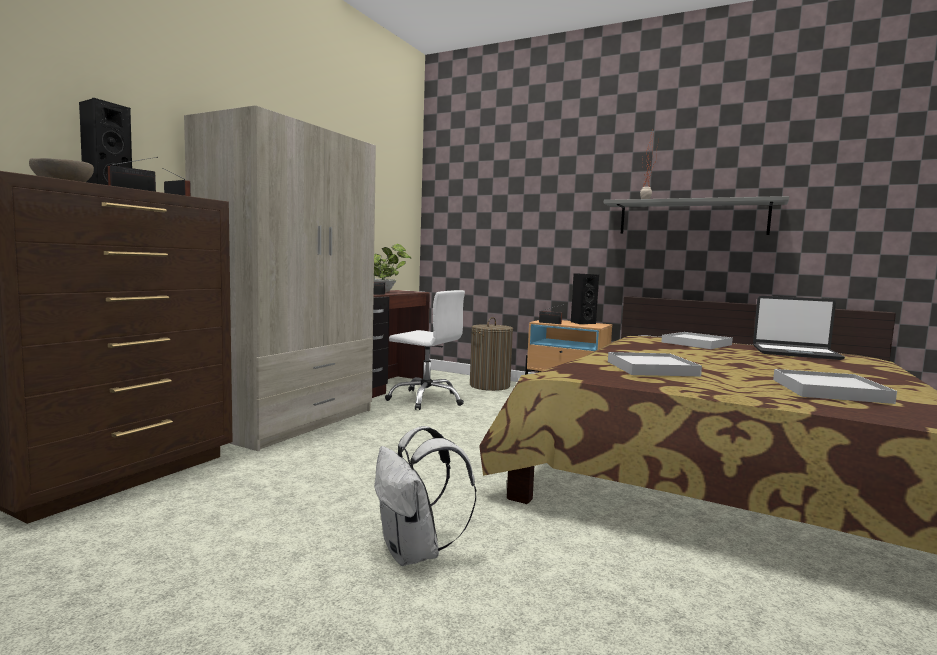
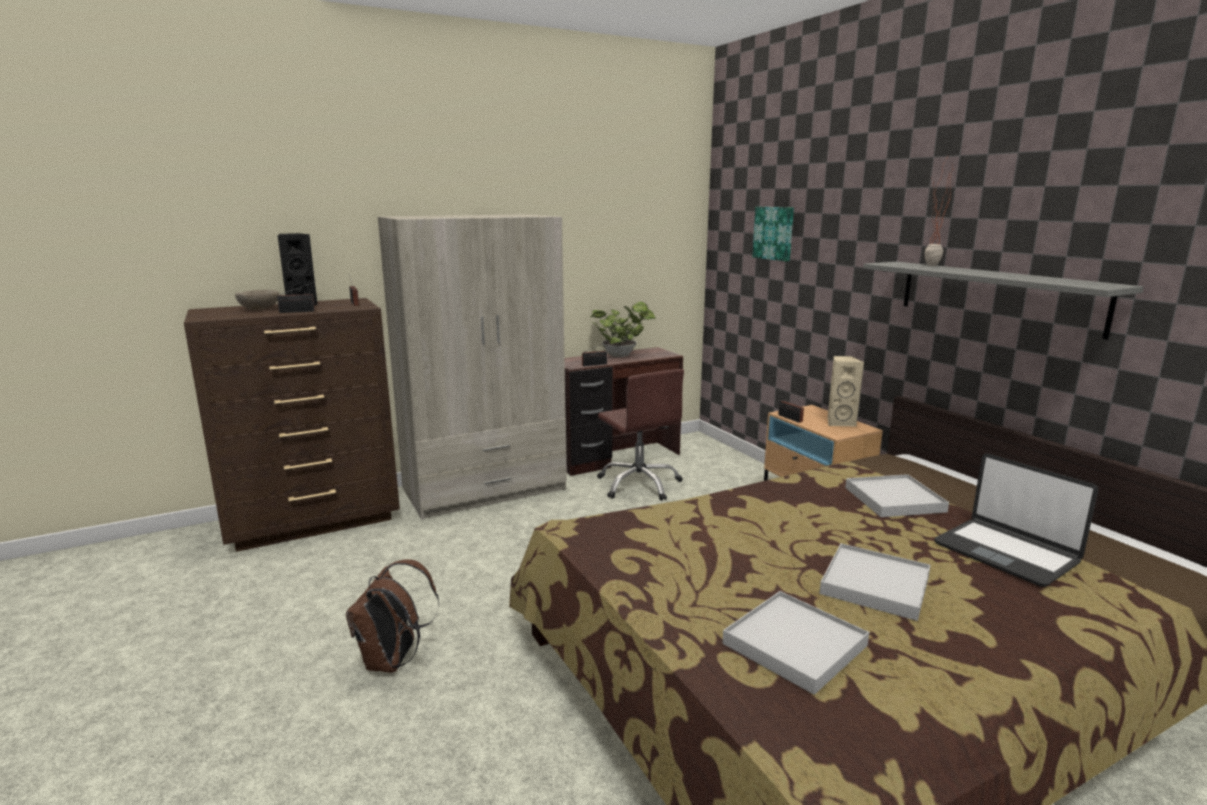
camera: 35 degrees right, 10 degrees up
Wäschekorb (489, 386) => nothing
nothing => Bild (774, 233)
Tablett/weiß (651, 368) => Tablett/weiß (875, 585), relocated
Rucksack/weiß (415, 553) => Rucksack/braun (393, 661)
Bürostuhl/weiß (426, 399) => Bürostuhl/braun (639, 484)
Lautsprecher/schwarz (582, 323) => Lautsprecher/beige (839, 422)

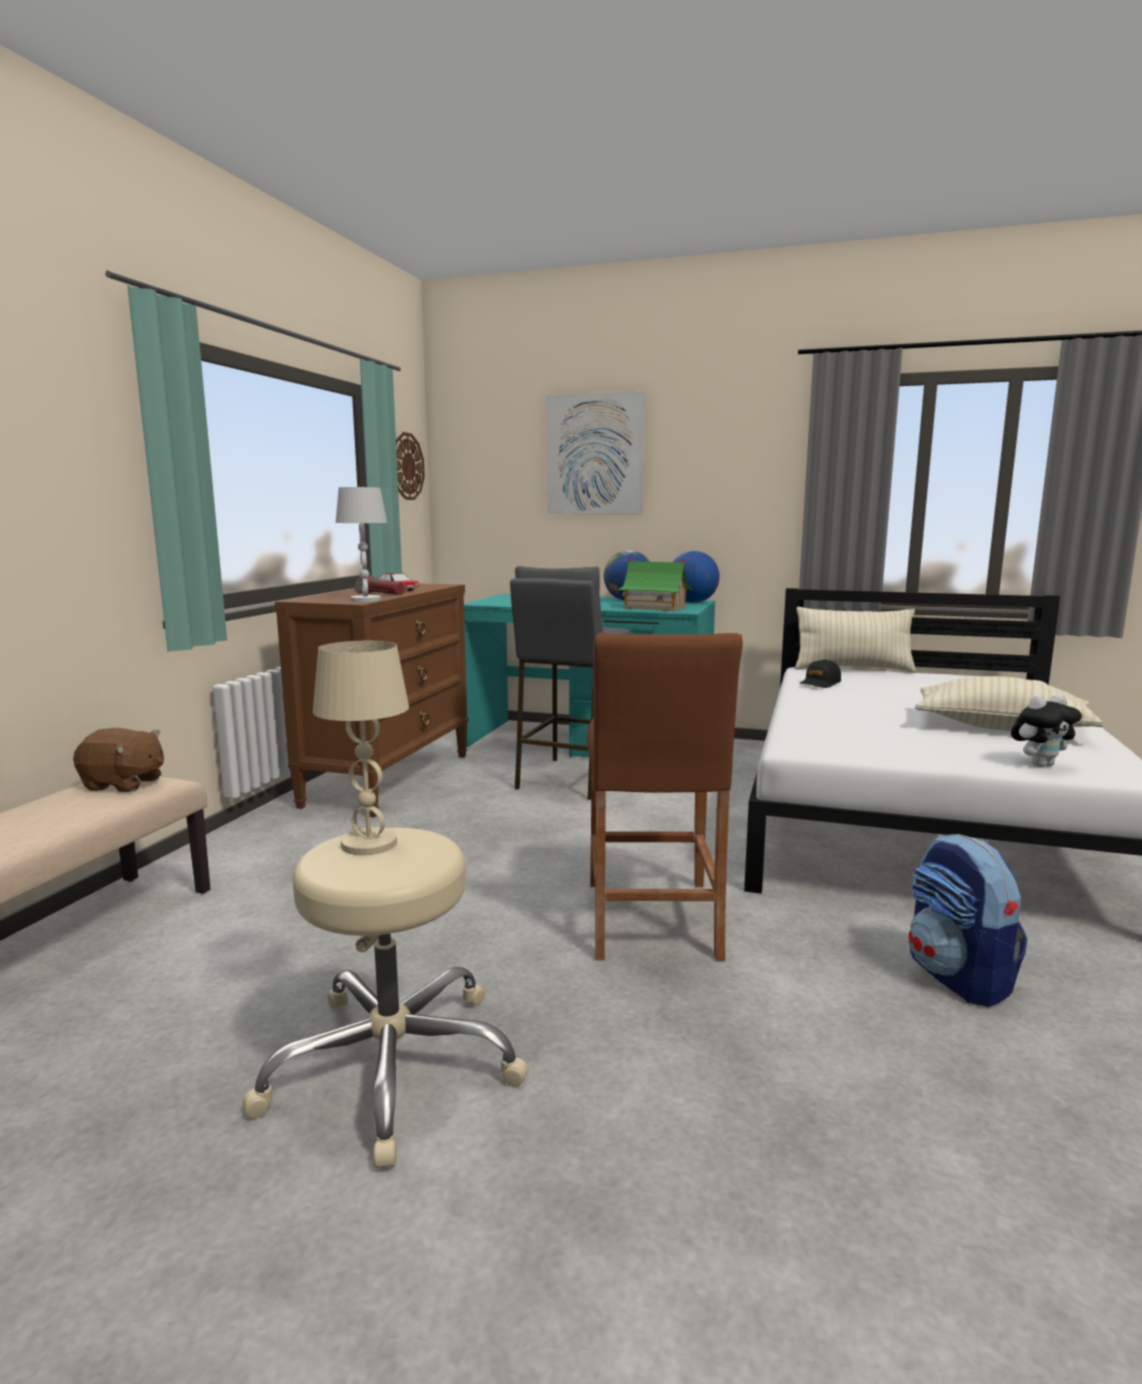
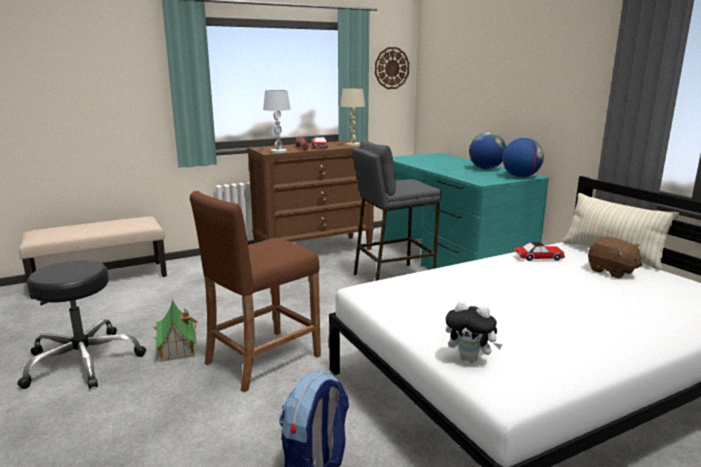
camera: 45 degrees right, 5 degrees up
Bild (594, 454) => nothing
Kissen/beige (1000, 728) => nothing
Plüschtier/braun (124, 784) => Plüschtier/braun (611, 271), relocated
Tischlampe/beige (370, 844) => Tischlampe/beige (352, 145), relocated
Spielzeughaus (654, 607) => Spielzeughaus (177, 346), relocated
Kappe/schwarz (820, 683) => Spielzeugauto (538, 257)
Hocker/beige (393, 1065) => Hocker/schwarz (83, 361)

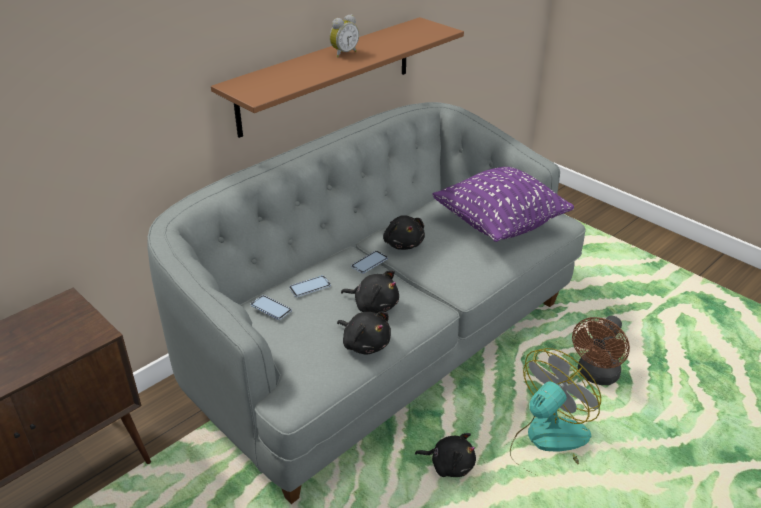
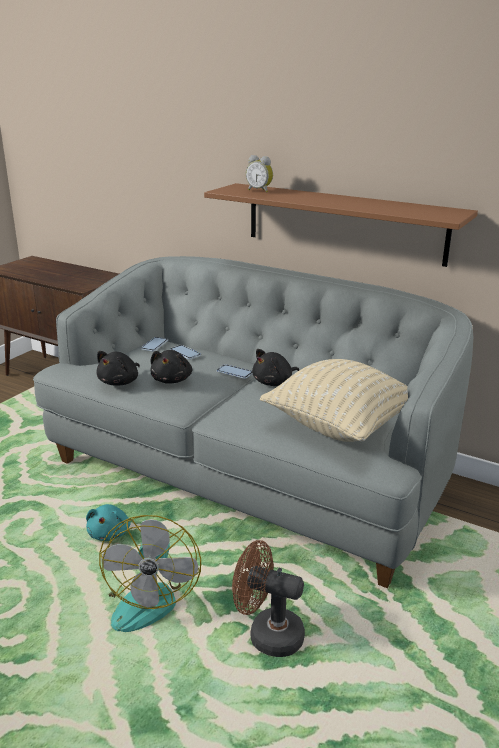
camera: 75 degrees right, 10 degrees down
Wecker (343, 53) => Wecker (260, 190), relocated
Plüschtier/schwarz (449, 465) => Plüschtier/türkis (110, 533)
Kissen/lila (499, 225) => Kissen/beige (340, 425)
Ventilator (548, 443) => Ventilator (147, 597), 60 degrees clockwise

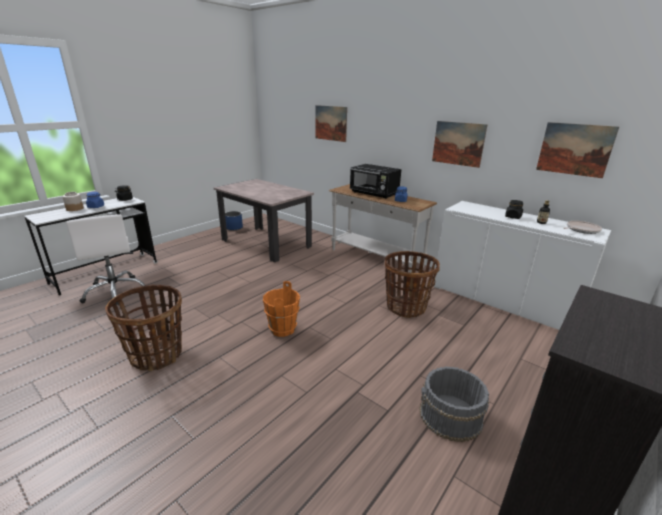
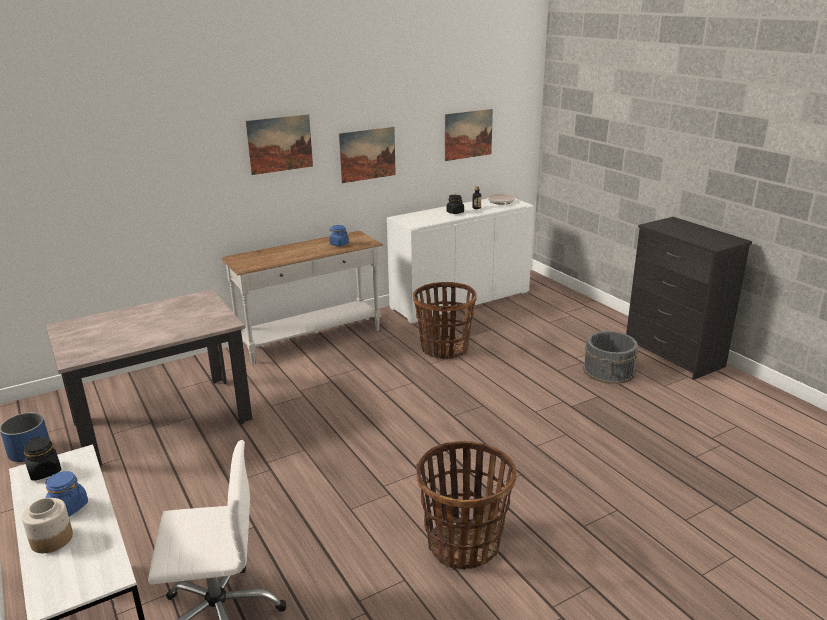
camera: 70 degrees left, 0 degrees up
Eimer/orange (282, 329) => nothing
Mikrowelle/schwarz (374, 194) => nothing
Bild (330, 123) => Bild (280, 144), relocated

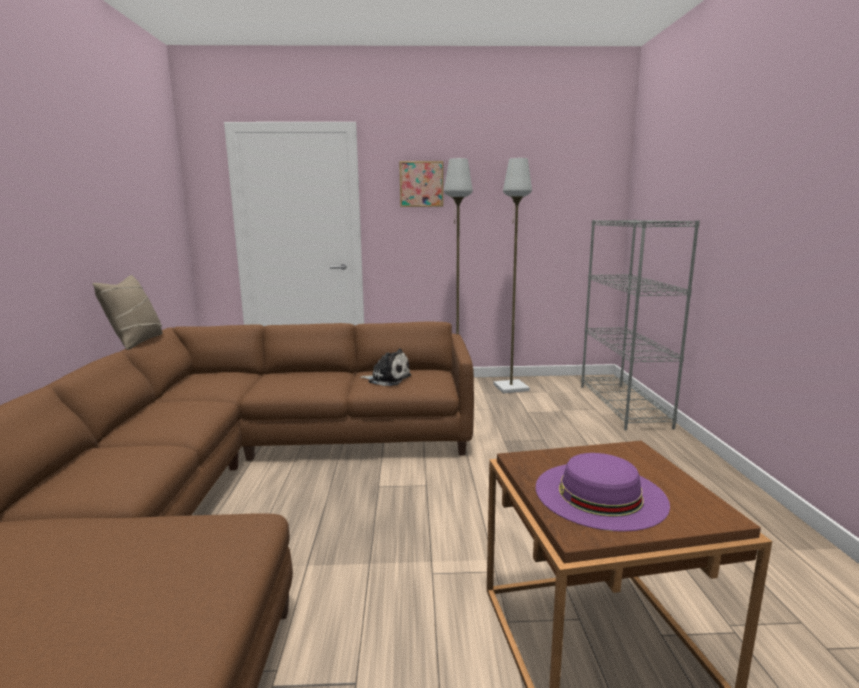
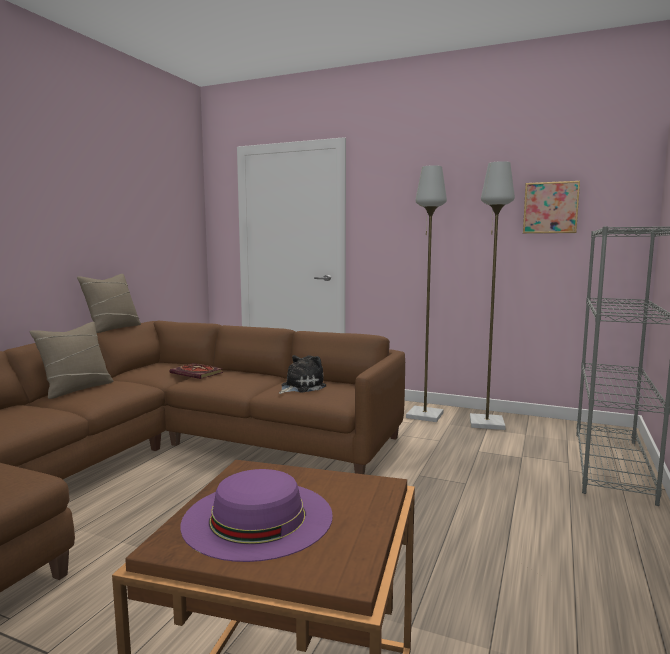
camera: 25 degrees right, 5 degrees down
nothing => Kissen/beige (76, 389)
nothing => Buch (198, 373)
Bild (421, 184) => Bild (550, 208), relocated
Plüschtier (387, 379) => Plüschtier (300, 387), 90 degrees counterclockwise

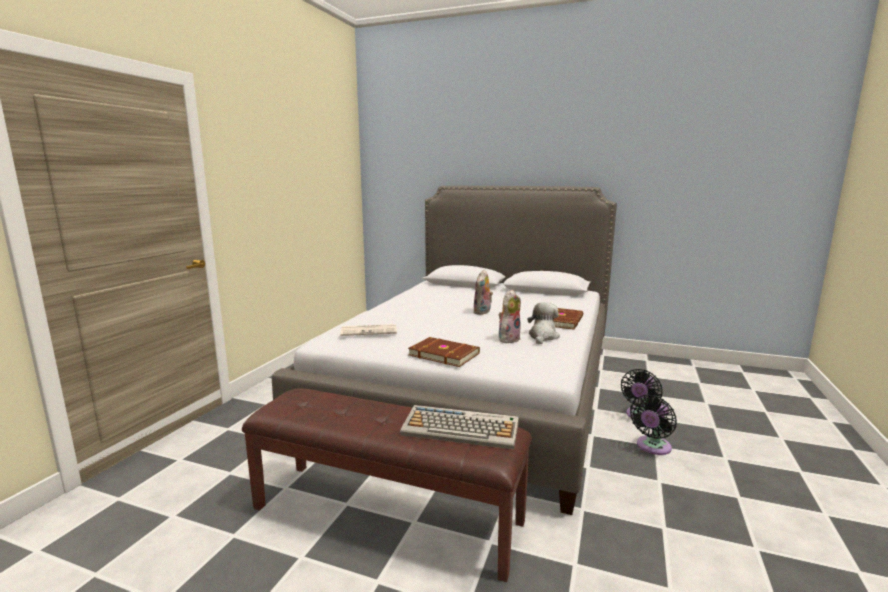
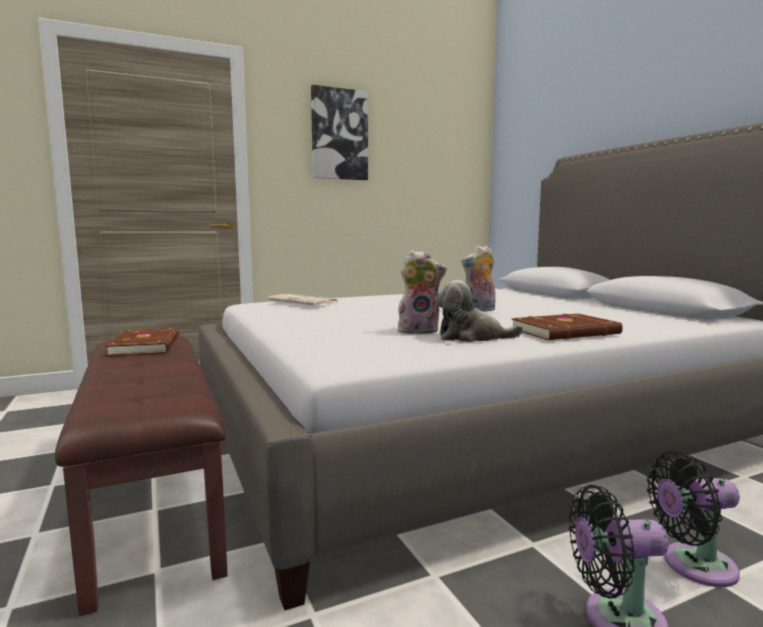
camera: 45 degrees right, 5 degrees down
Tastatur (462, 428) => nothing
nothing => Bild (339, 134)
Buch/braun (444, 354) => Buch/braun (147, 346), relocated
Plüschtier (542, 336) => Plüschtier (471, 337), 150 degrees counterclockwise

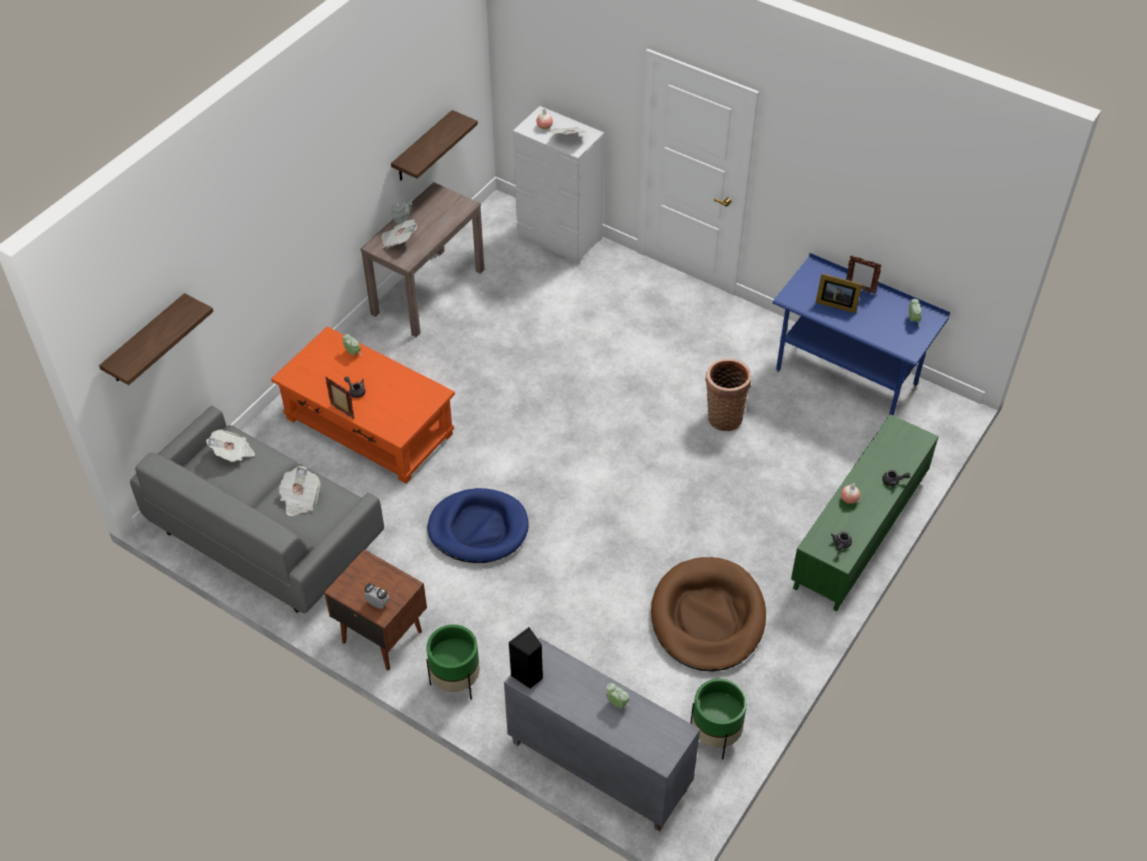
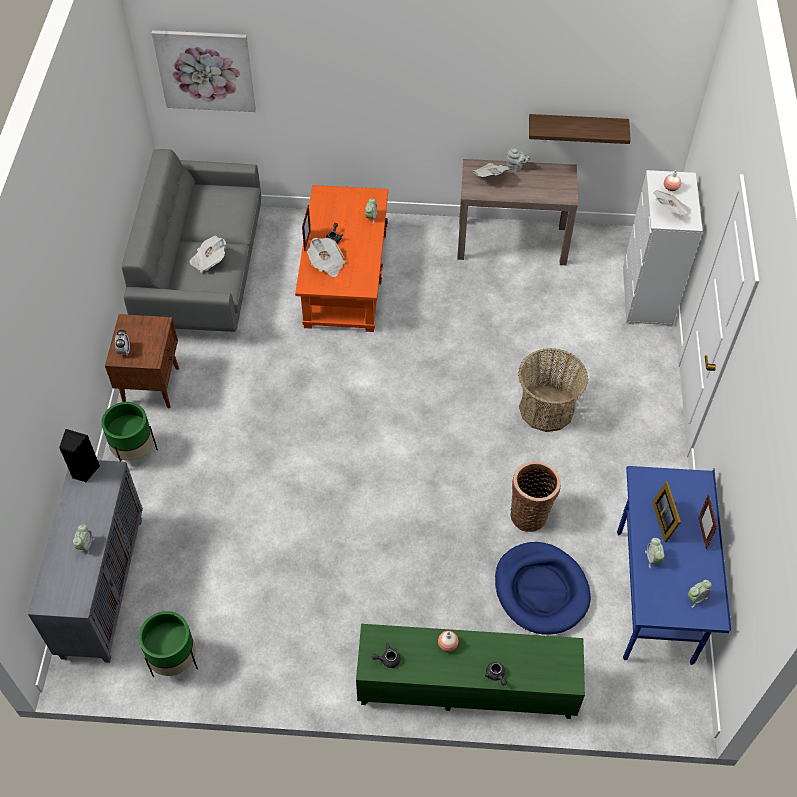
camera: 60 degrees right, 5 degrees up
Hundebett/braun (708, 617) => nothing
nothing => Korb (546, 409)
nothing => Wecker (652, 558)
Zeitung (233, 453) => Zeitung (327, 264), relocated
Hundebett/blau (478, 529) => Hundebett/blau (541, 590), relocated
Wandregal (146, 340) => Bild (205, 70)

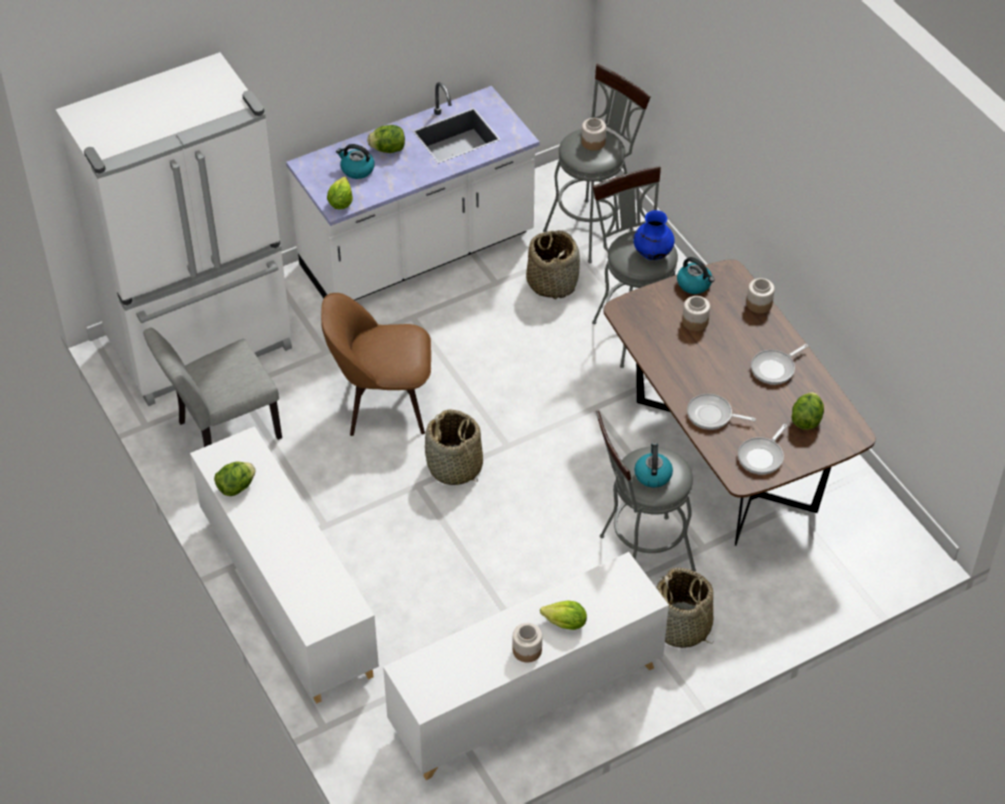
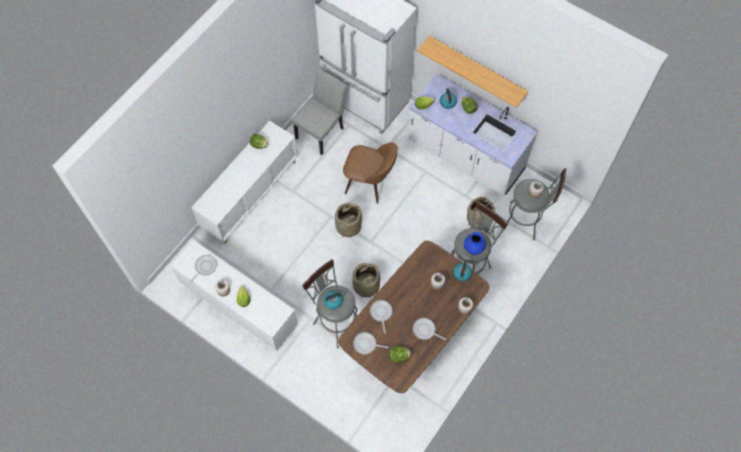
camera: 65 degrees right, 15 degrees up
nothing => Pfanne (205, 267)
nothing => Wandregal (476, 69)
Korb (681, 627) => Korb (365, 285), relocated
Stuhl/grau (221, 432) => Stuhl/grau (322, 131), 90 degrees clockwise
Stuhl/braun (382, 402) => Stuhl/braun (370, 182), 135 degrees clockwise

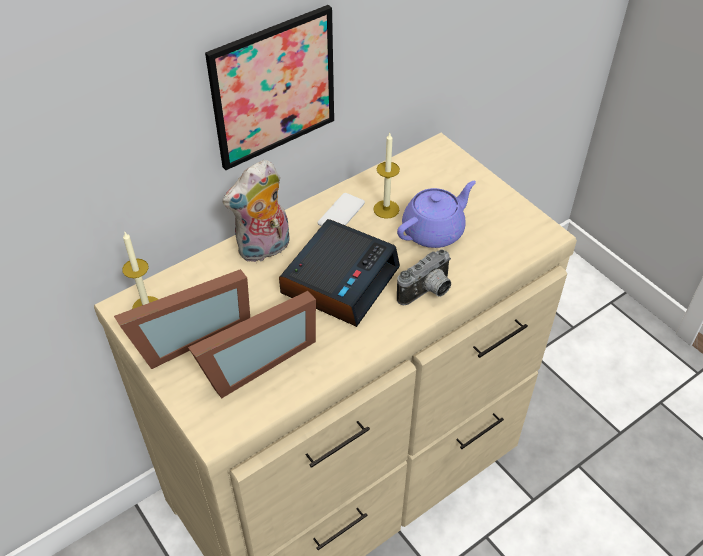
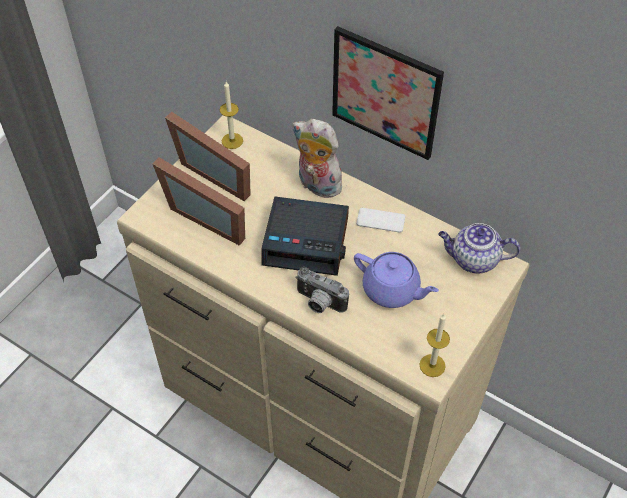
camera: 70 degrees right, 5 degrees up
nothing => Teekanne (473, 260)
Kerze (386, 209) => Kerze (432, 365), relocated

